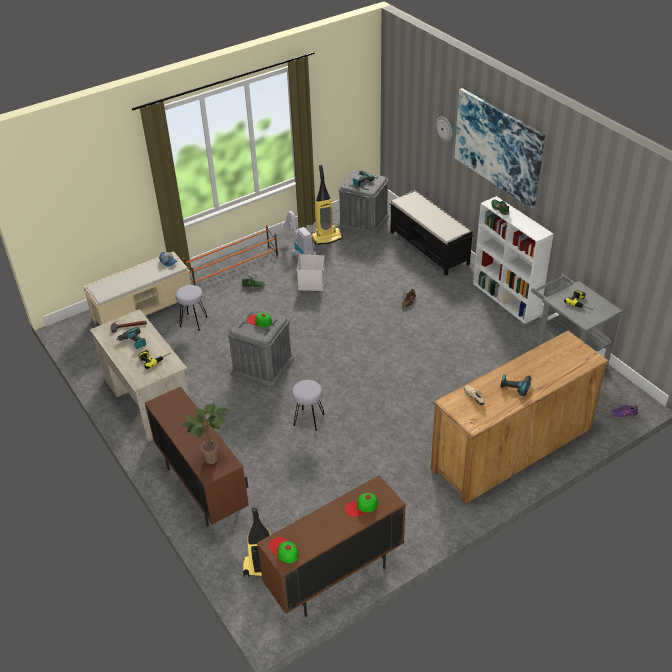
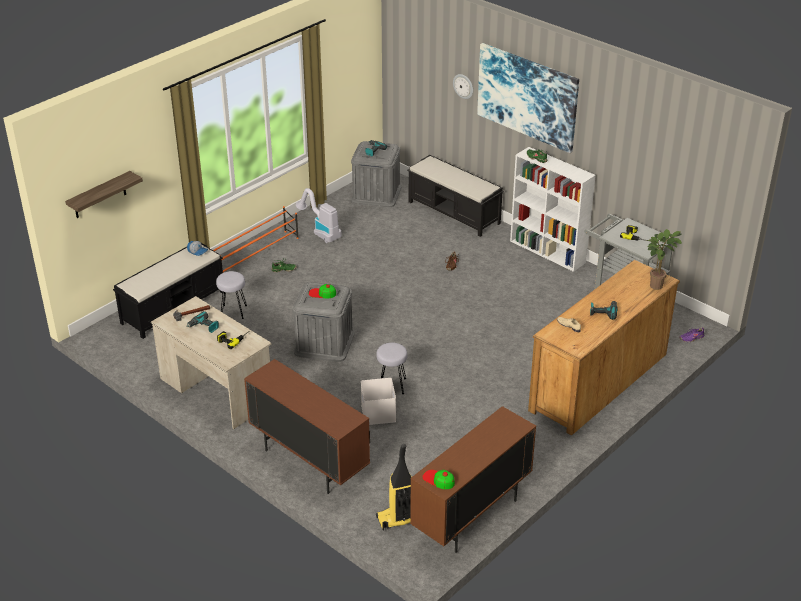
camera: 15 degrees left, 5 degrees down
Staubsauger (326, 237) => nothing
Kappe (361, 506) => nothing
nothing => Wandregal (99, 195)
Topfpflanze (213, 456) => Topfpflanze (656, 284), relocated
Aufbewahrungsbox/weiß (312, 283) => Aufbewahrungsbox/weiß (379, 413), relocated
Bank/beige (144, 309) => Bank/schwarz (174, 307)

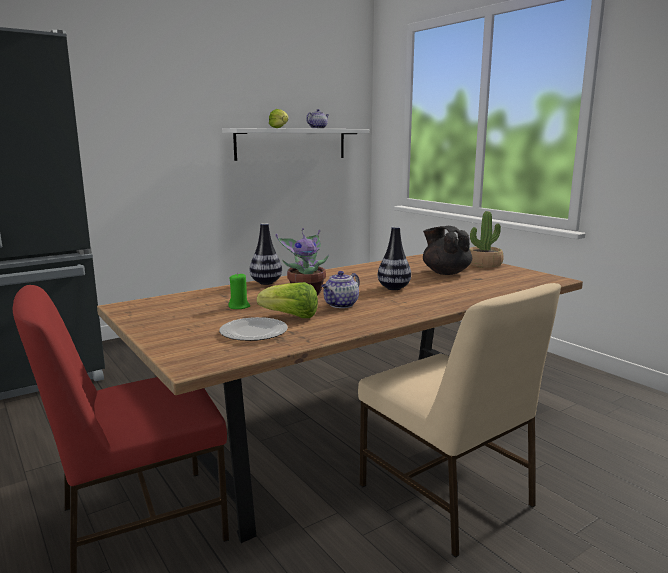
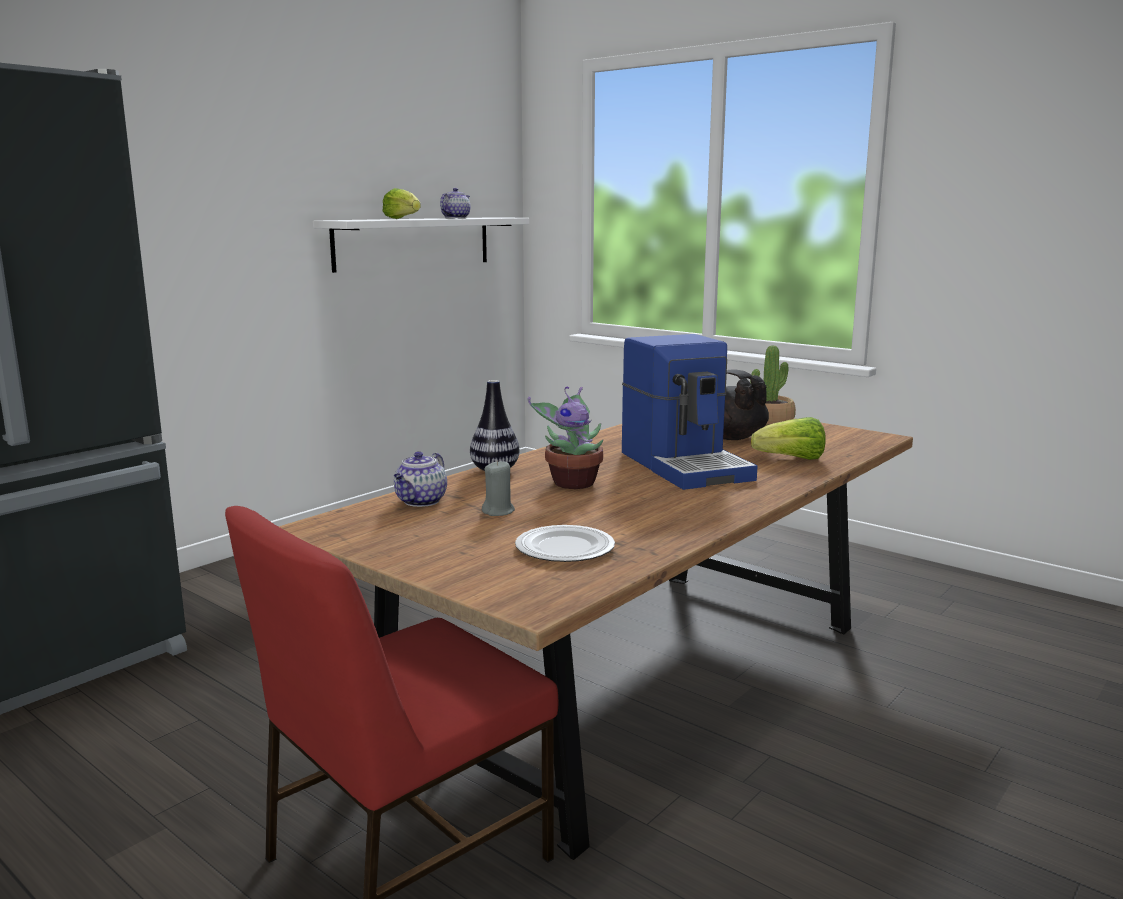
camera: 15 degrees left, 0 degrees up
Stuhl/beige (446, 497) => nothing
Salatkopf (291, 316) => Salatkopf (791, 459), relocated
Teekanne (340, 305) => Teekanne (421, 502), relocated
Vase (394, 288) => Kaffeemaschine (686, 465)
Kerze/grün (239, 306) => Kerze/grau (498, 511)

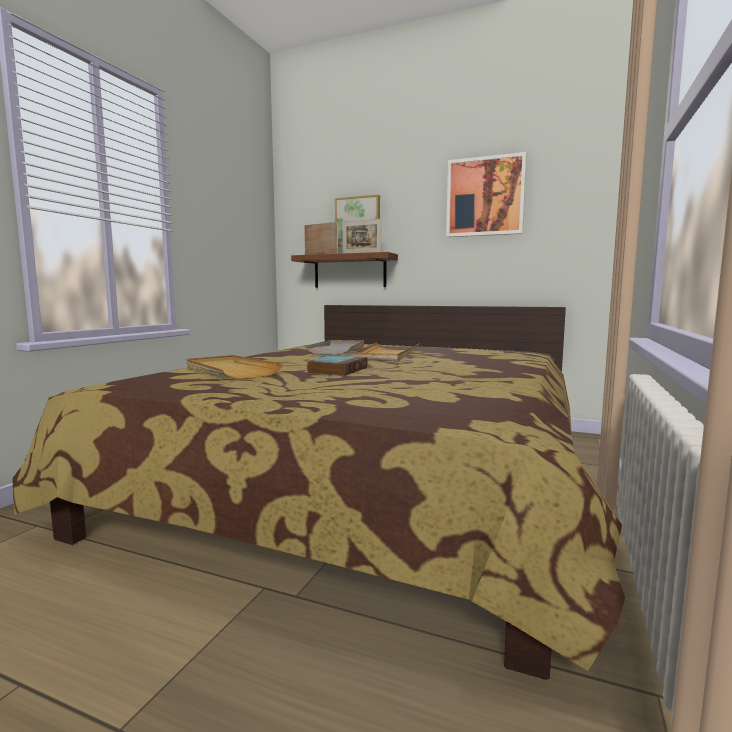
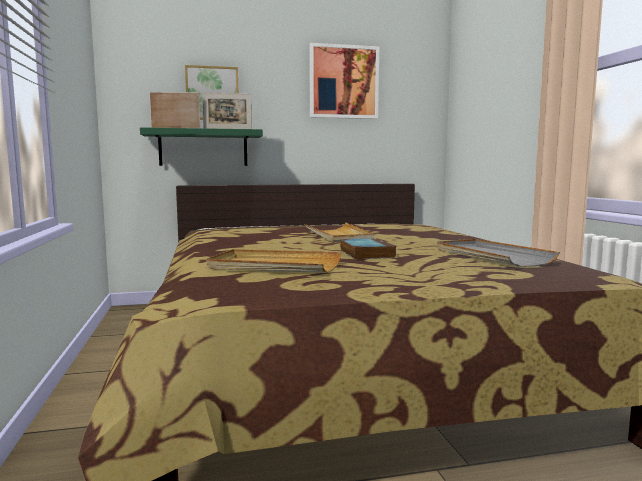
camera: 35 degrees left, 0 degrees up
Tablett/grau (338, 350) => Tablett/grau (491, 256), relocated
Wandregal/braun (349, 271) => Wandregal/grün (203, 148)

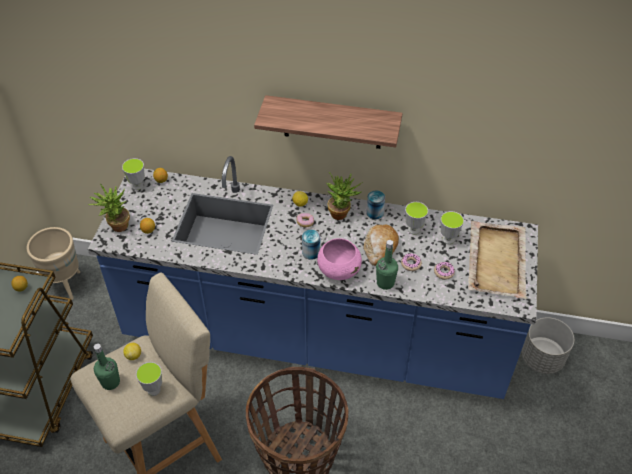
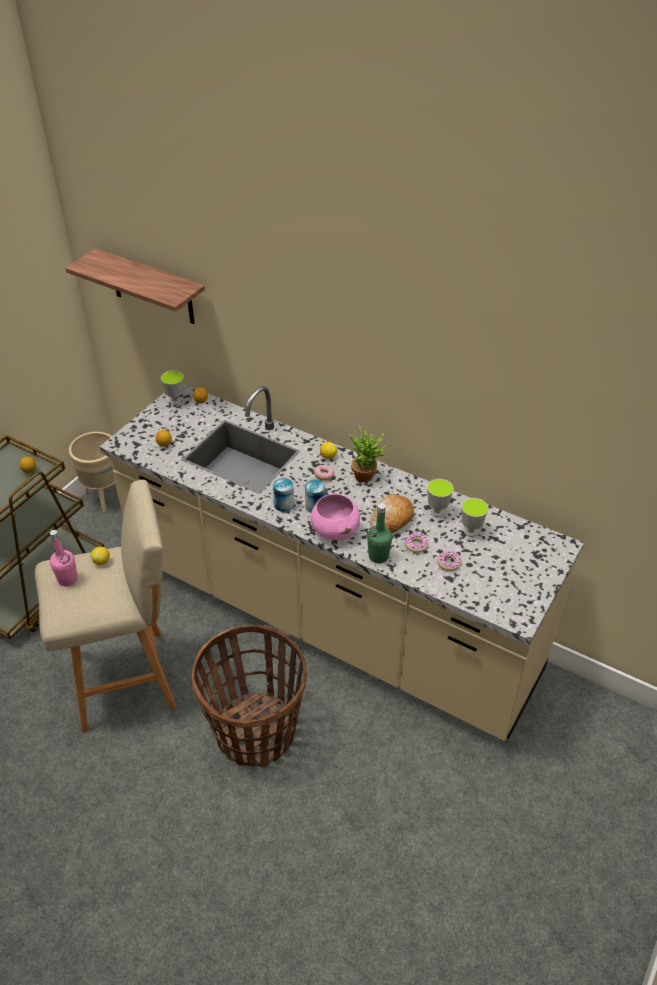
camera: 20 degrees right, 5 degrees down
Topfpflanze (116, 227) => nothing
Tasse (153, 390) => nothing
Tablett/beige (497, 260) => nothing
Pflanzkübel/grau (542, 358) => nothing
Wandregal (332, 122) => Wandregal (152, 287), relocated
Dose (375, 212) => Dose (284, 504), relocated
Küchenzeile/blau (316, 338) => Küchenzeile/beige (328, 618)
Flasche/grün (110, 382) => Flasche/rosa (68, 579)

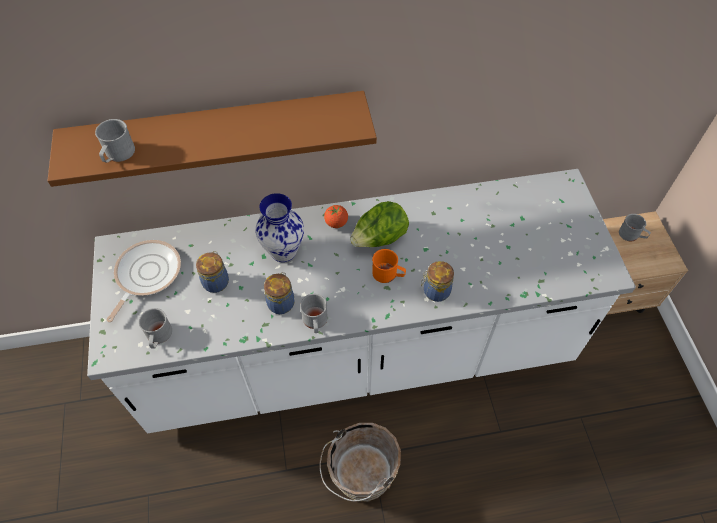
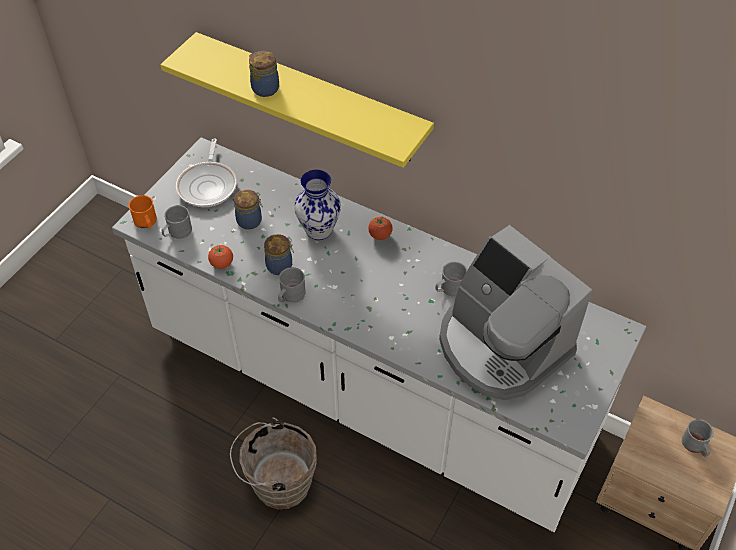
camera: 40 degrees right, 5 degrees down
Salatkopf (379, 239) => nothing
nothing => Tomate (222, 264)
nothing => Kaffeemaschine (501, 346)
Henkelbecher/grau (118, 155) => Henkelbecher/grau (449, 288), relocated
Henkelbecher/orange (388, 274) => Henkelbecher/orange (146, 222), relocated
Vorratsglas (435, 291) => Vorratsglas (264, 88), relocated
Wandregal/braun (218, 133) => Wandregal/gelb (311, 98)
Pfanne (146, 275) => Pfanne (208, 185), 120 degrees clockwise

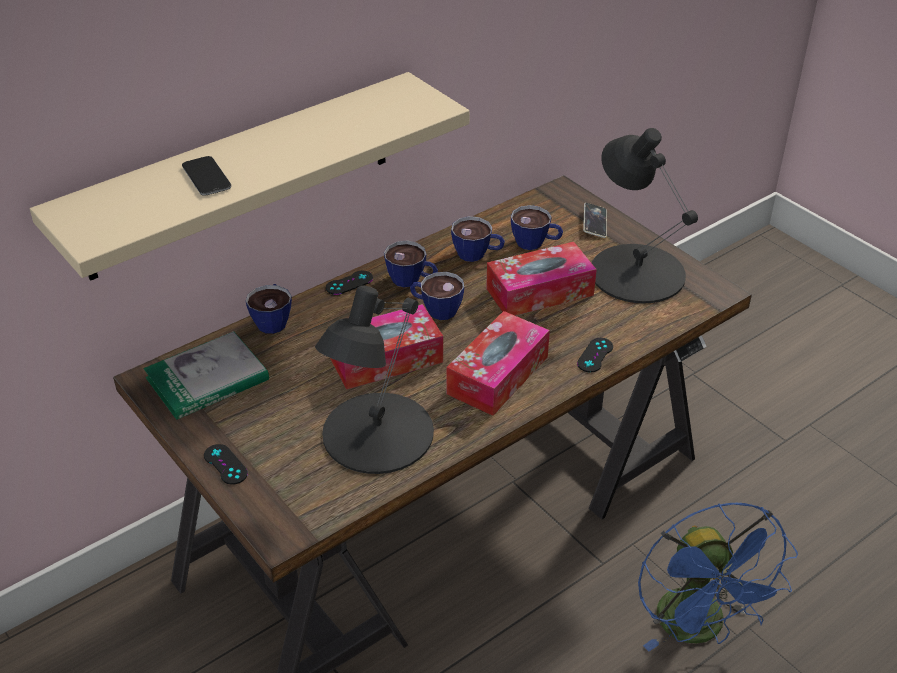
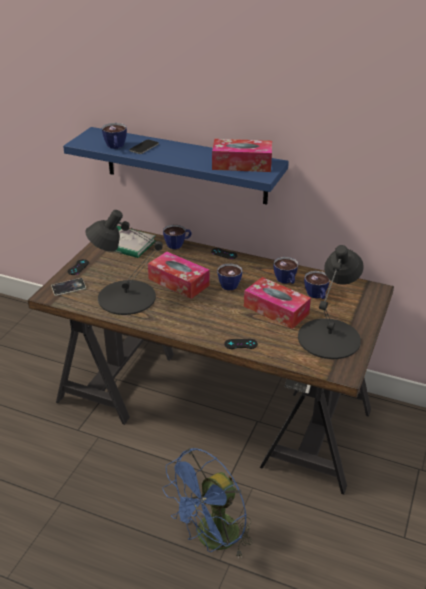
camera: 60 degrees right, 5 degrees down
Tasse (412, 280) => Tasse (115, 147), relocated
Taschentuchbox (498, 375) => Taschentuchbox (242, 164), relocated
Handy (595, 223) => Handy (68, 288), relocated
Wandregal/beige (241, 176) => Wandregal/blau (185, 165)

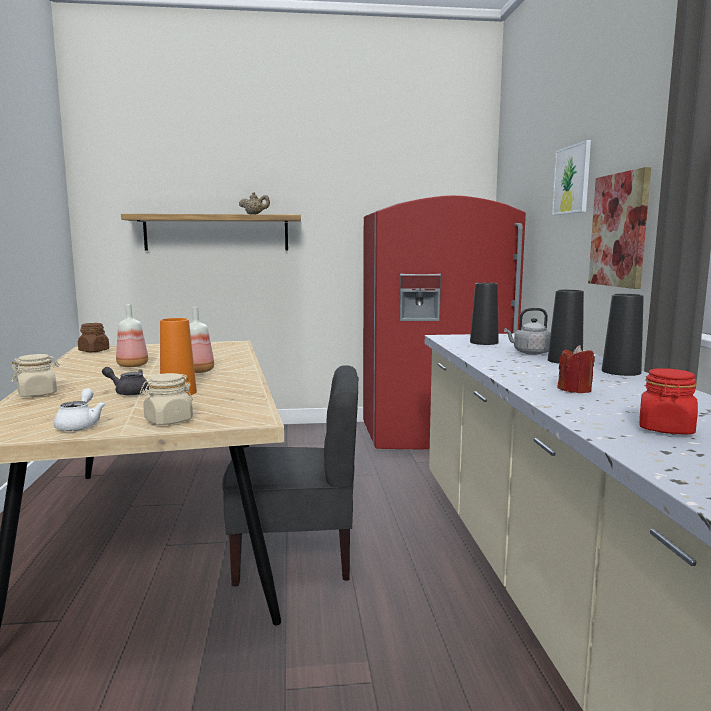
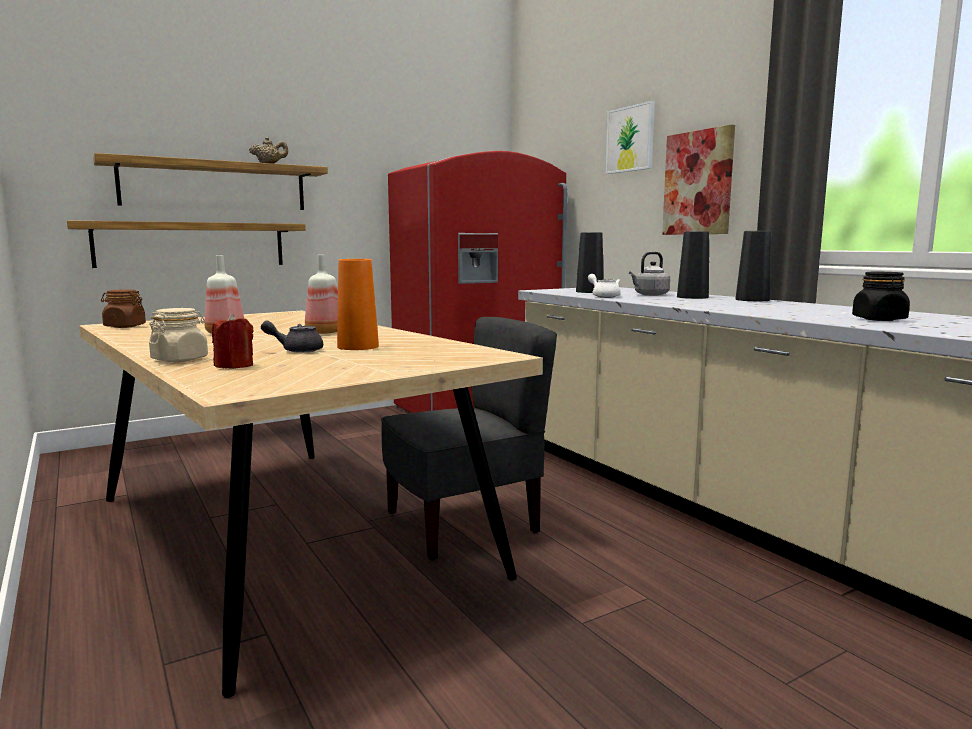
camera: 25 degrees left, 0 degrees up
Vorratsglas/beige (168, 421) => nothing
nothing => Wandregal (192, 244)
Teekanne/weiß (80, 425) => Teekanne/weiß (604, 296), relocated
Kerze/rot (575, 390) => Kerze/rot (234, 366), relocated
Vorratsglas/rot (666, 429) => Vorratsglas/schwarz (879, 319)

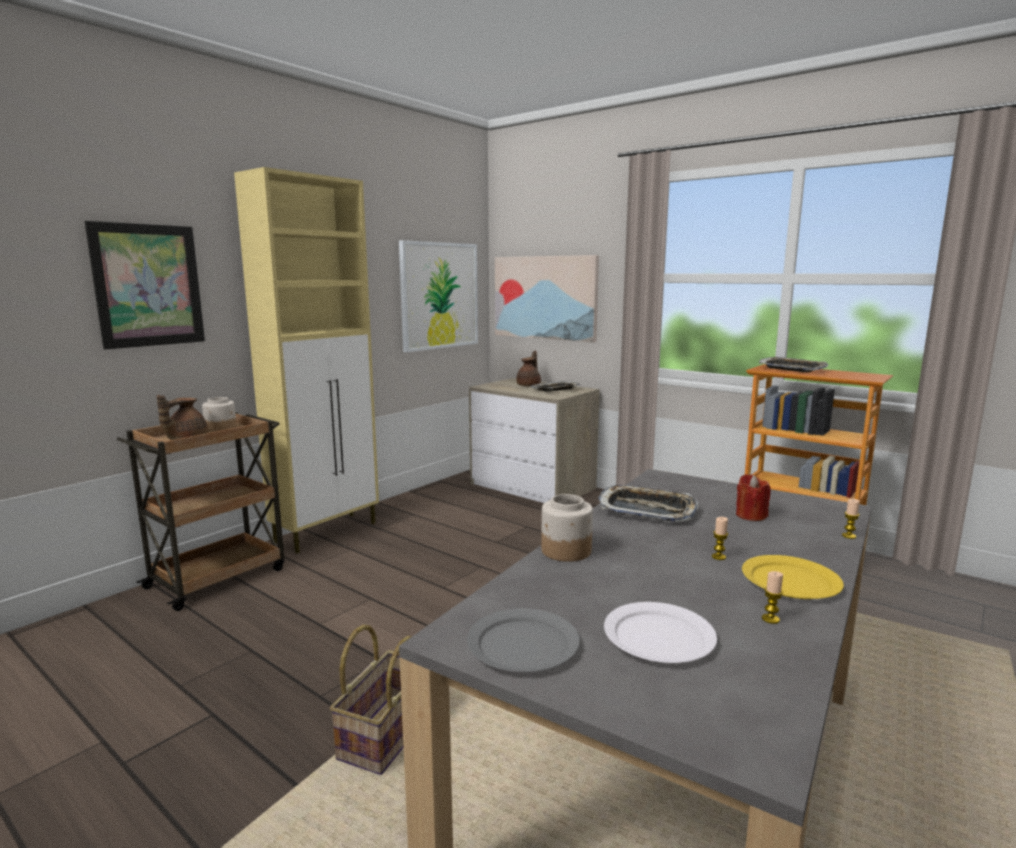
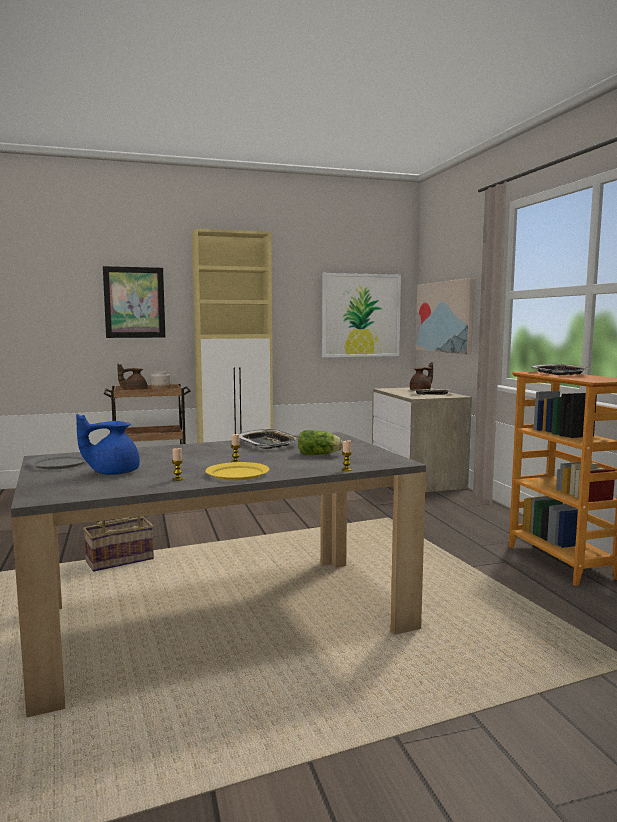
camera: 35 degrees right, 5 degrees down
Vorratsglas (566, 551) => nothing
Teller/weiß (658, 637) => Teekanne/blau (113, 472)
Kerze/rot (751, 515) => Salatkopf (320, 454)

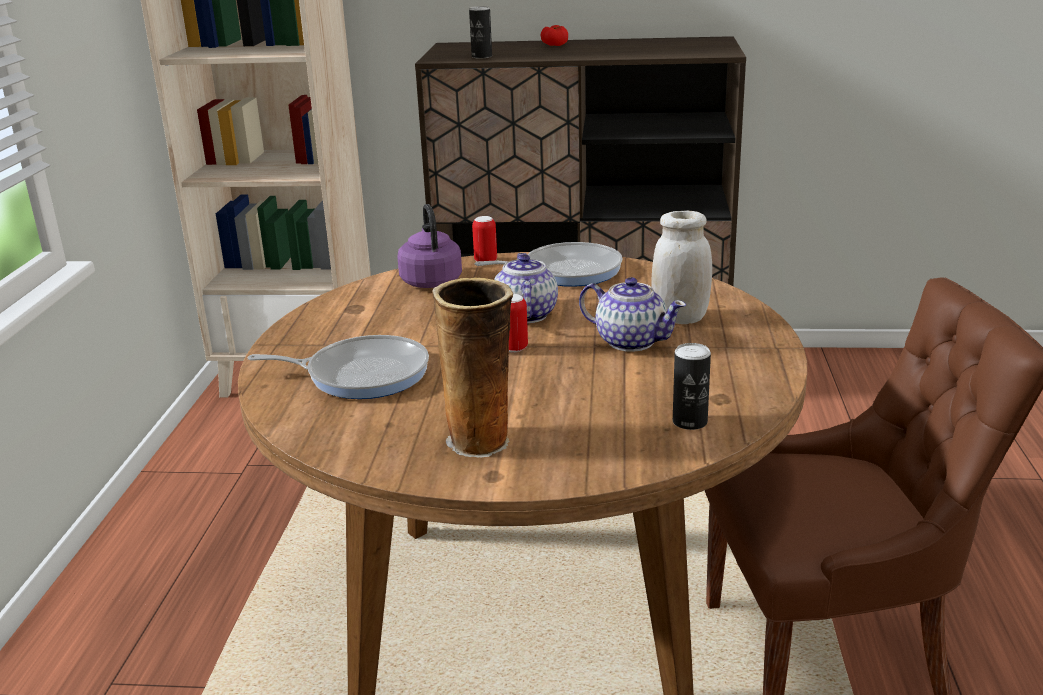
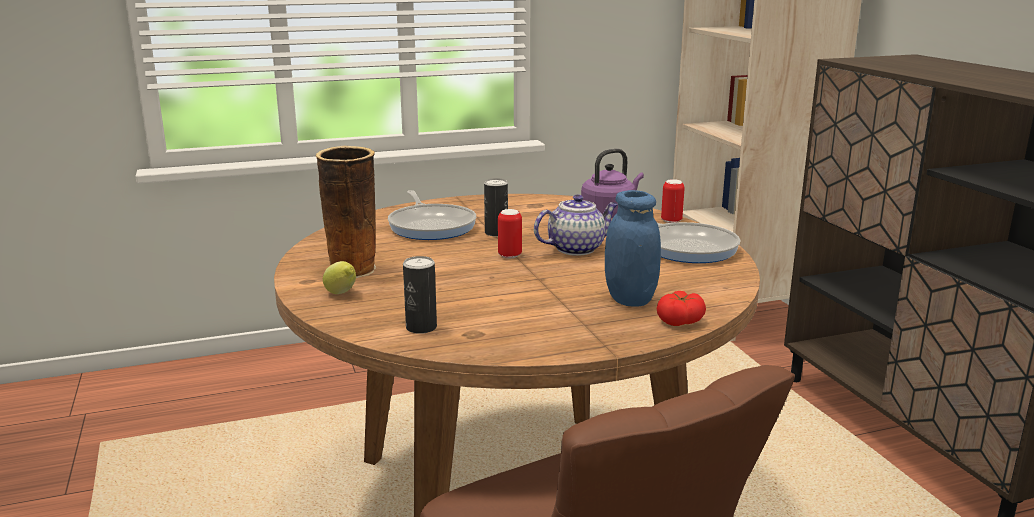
camera: 65 degrees right, 5 degrees down
Teekanne (630, 341) => nothing
nothing => Zitrone (342, 294)
Dose (481, 56) => Dose (496, 233), relocated
Tomate (555, 45) => Tomate (680, 321), relocated
Vorratsglas/weiß (680, 318) => Vorratsglas/blau (630, 299)

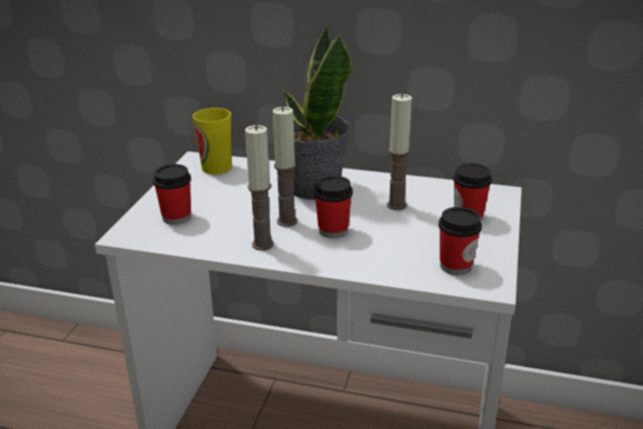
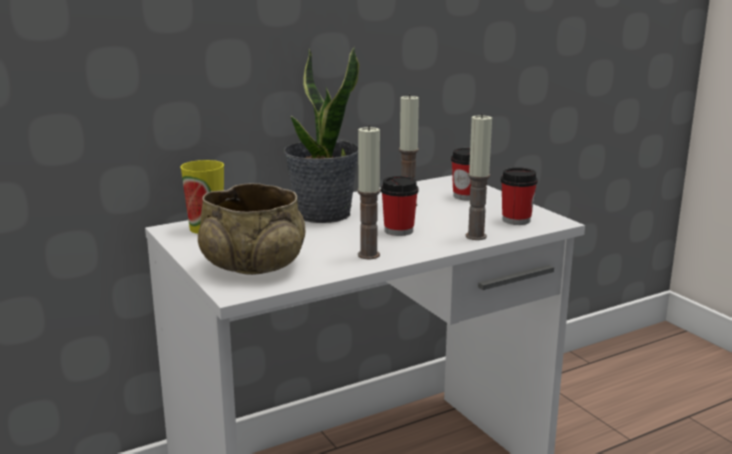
camera: 45 degrees left, 10 degrees down
Kerze (287, 221) => Kerze (476, 236), relocated
Tasse (176, 217) => Schüssel/beige (254, 266)

